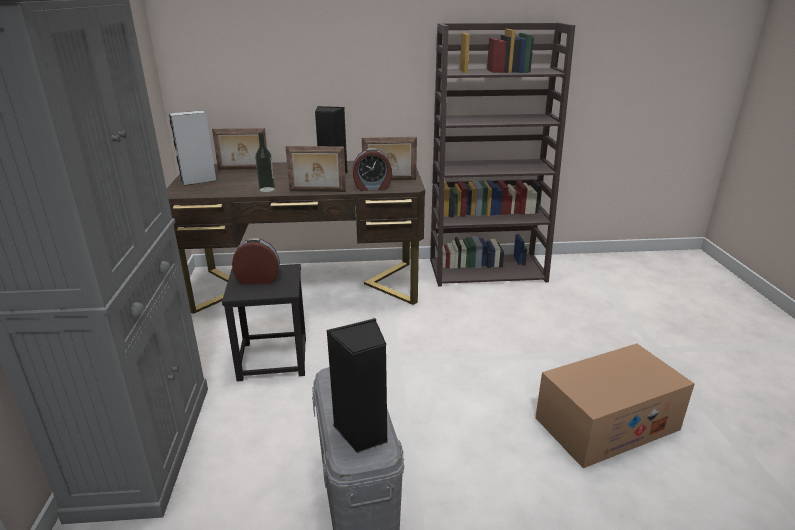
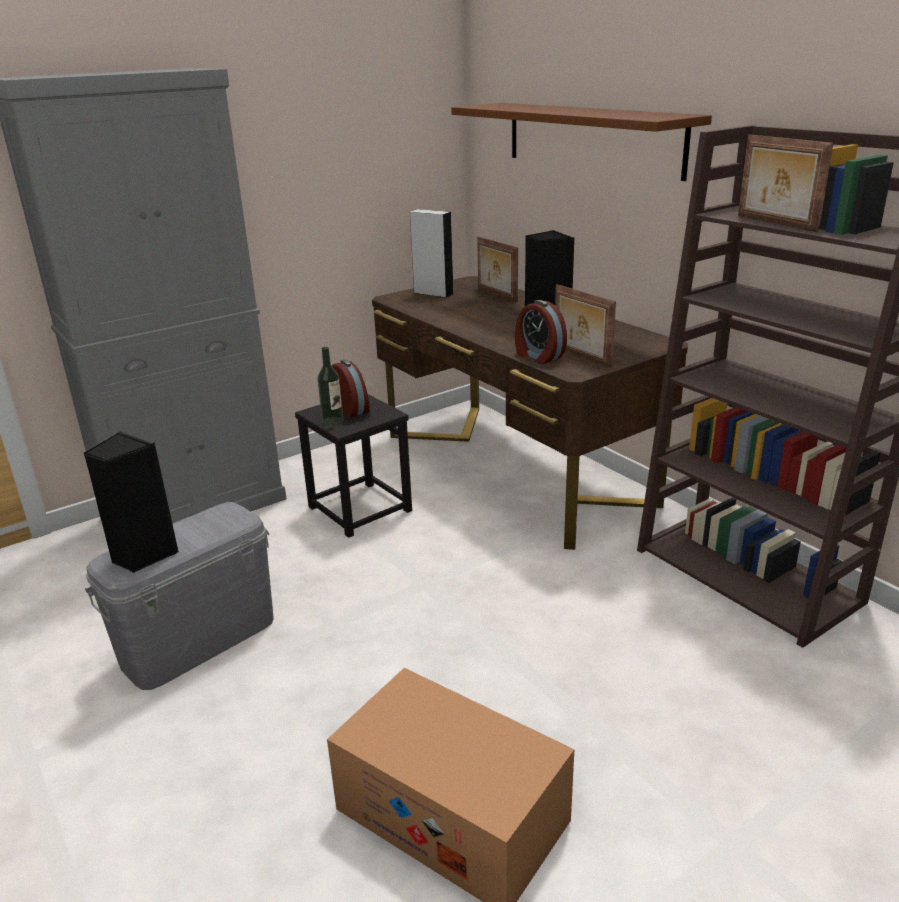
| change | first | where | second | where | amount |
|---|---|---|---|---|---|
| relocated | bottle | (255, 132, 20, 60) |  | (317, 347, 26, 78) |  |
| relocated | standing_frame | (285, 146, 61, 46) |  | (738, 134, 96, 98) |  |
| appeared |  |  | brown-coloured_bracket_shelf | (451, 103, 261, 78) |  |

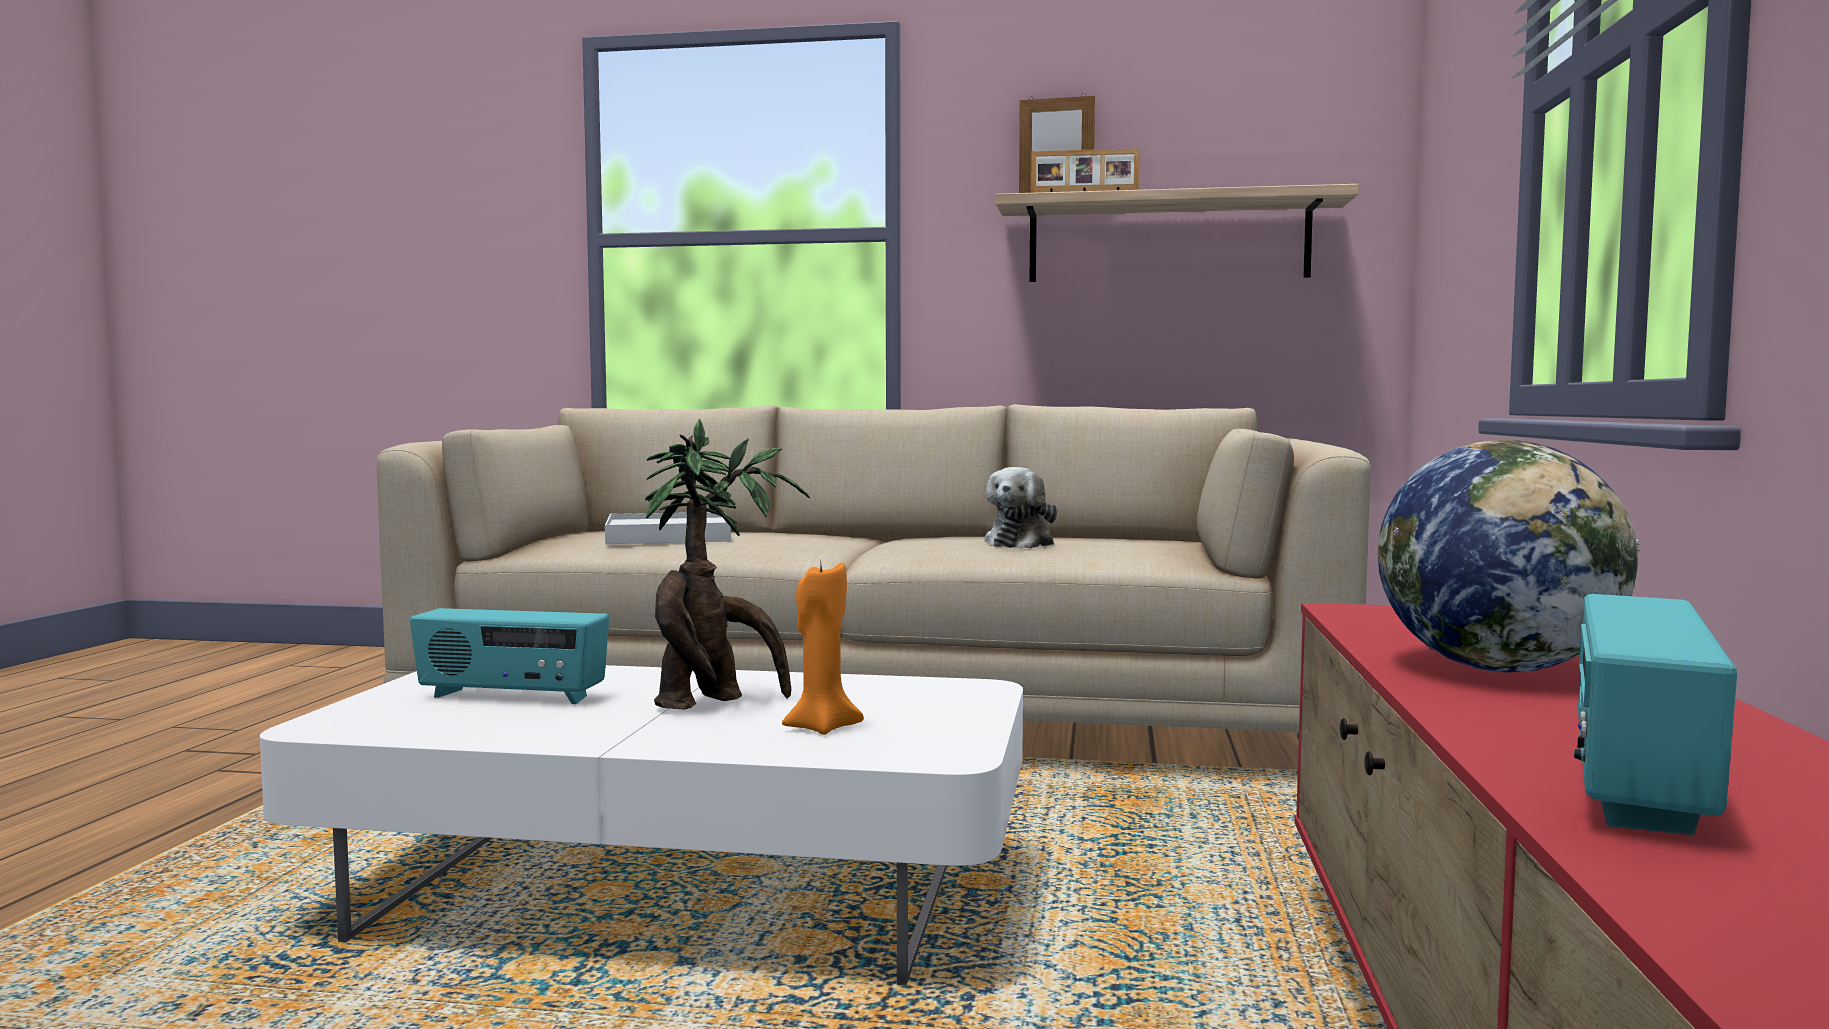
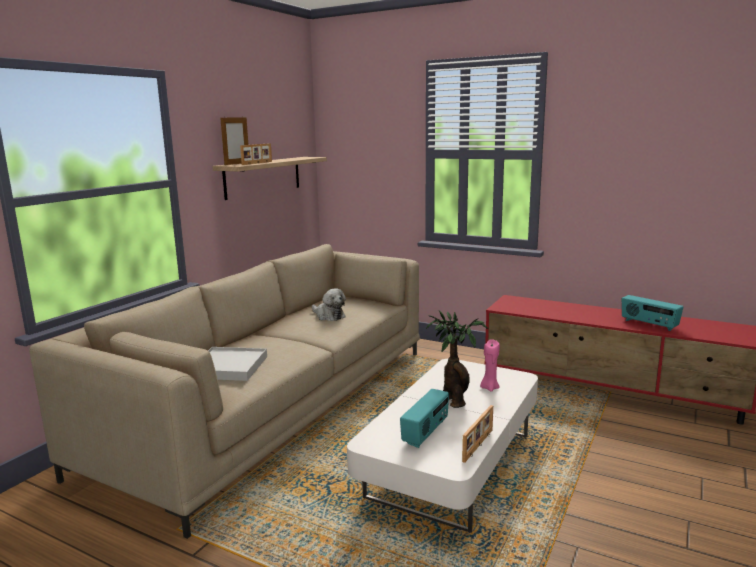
| change | first | where | second | where | amount |
|---|---|---|---|---|---|
| missing | world_globe | (1377, 440, 263, 233) |  |  |  |
| colour | orangey_wax_light | (782, 562, 82, 173) | pink-coloured_wax_light | (480, 339, 20, 53) |  |
| appeared |  |  | standing_frame | (462, 405, 31, 58) |  |

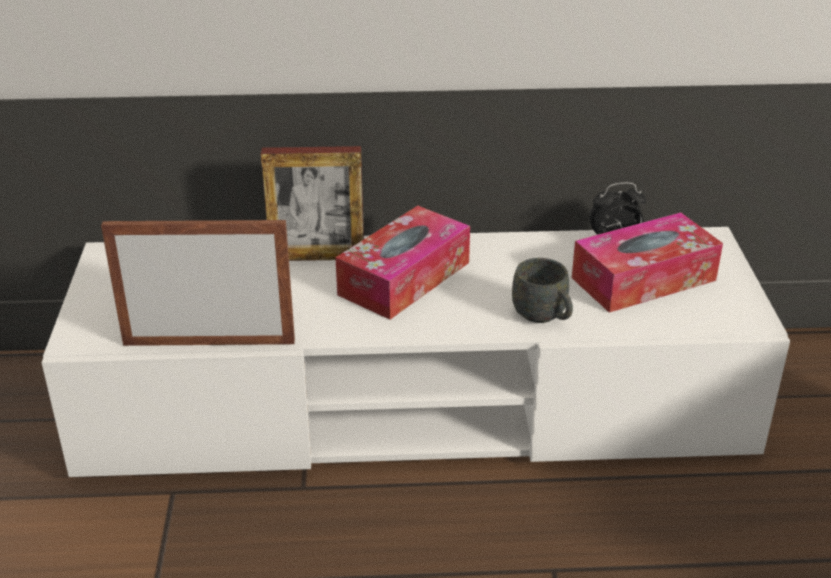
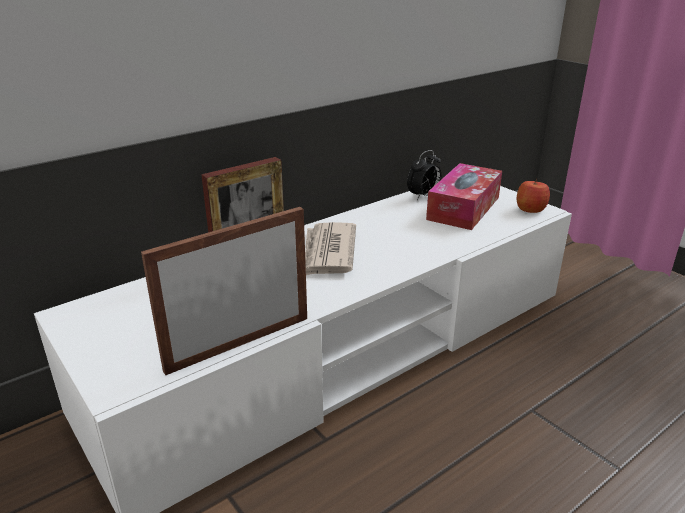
| change | first | where | second | where | amount |
|---|---|---|---|---|---|
| exchanged | box_of_tissues | (335, 206, 135, 114) | printed_paper | (305, 222, 51, 53) |  |
| missing | greyish_tea_mug | (512, 258, 61, 65) |  |  |  |
| appeared |  |  | apple_fruit | (517, 178, 33, 35) |  |

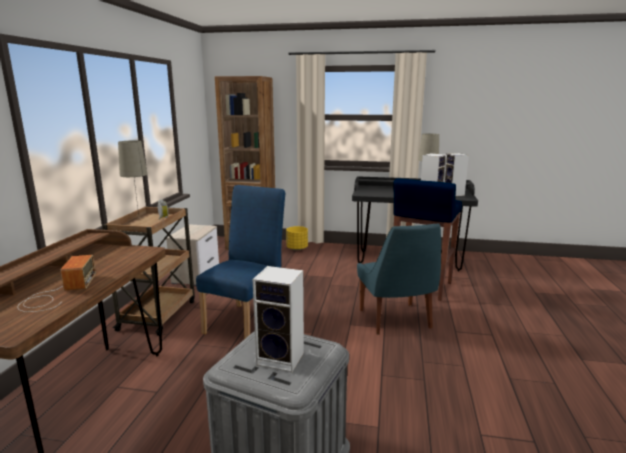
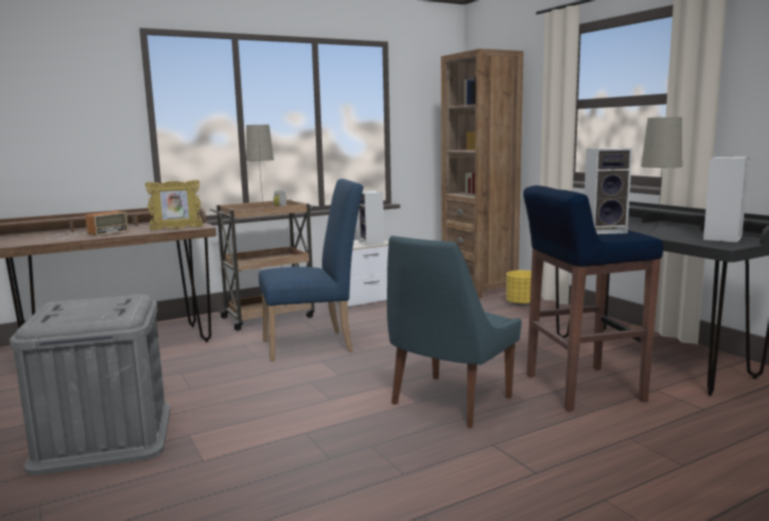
| change | first | where | second | where | amount |
|---|---|---|---|---|---|
| relocated | loudspeaker | (253, 266, 51, 106) |  | (358, 191, 26, 55) |  |
| appeared |  |  | standing_frame | (145, 180, 58, 50) |  |

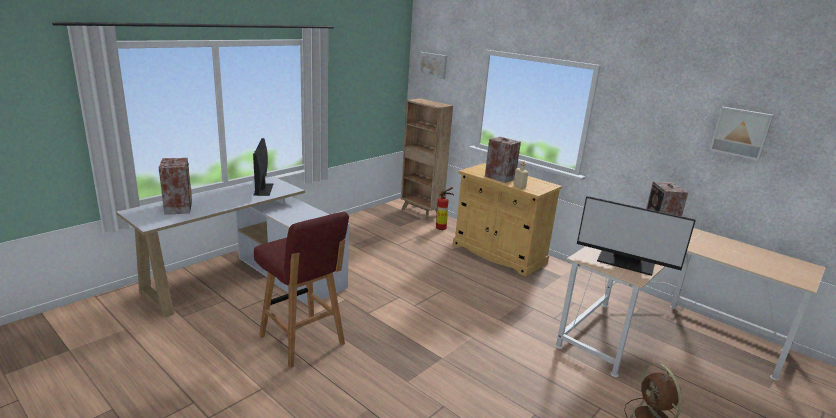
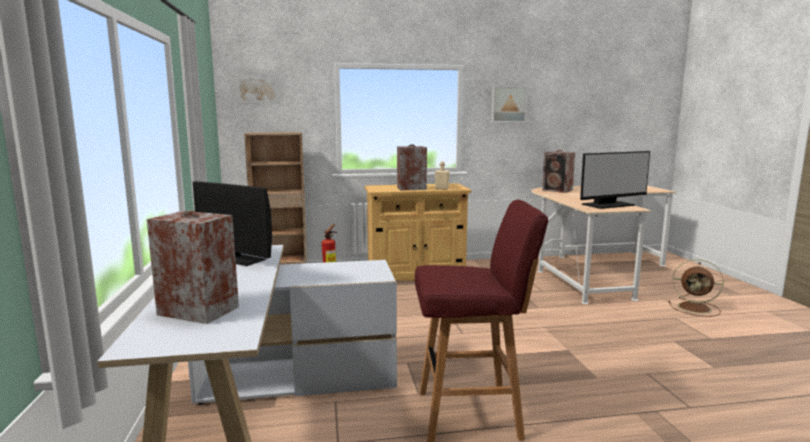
| change | first | where | second | where | amount |
|---|---|---|---|---|---|
| relocated | picture | (709, 107, 65, 53) |  | (491, 86, 37, 36) |  |

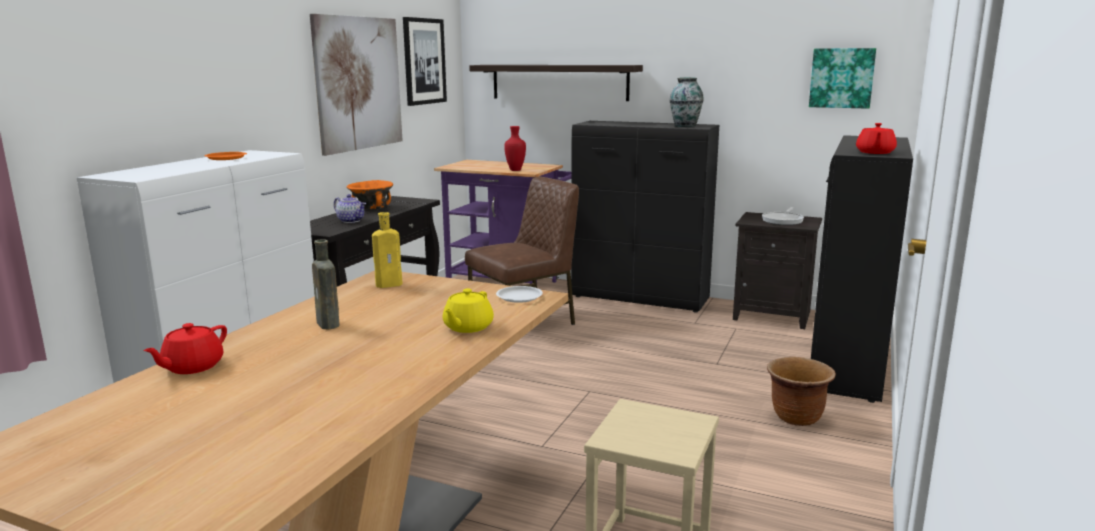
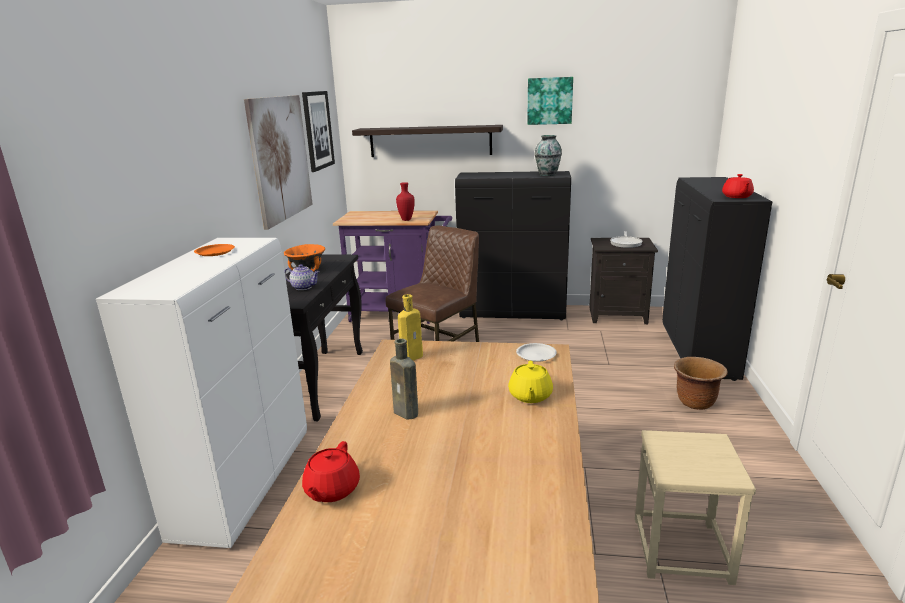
| change | first | where | second | where | amount |
|---|---|---|---|---|---|
| relocated | picture | (809, 48, 67, 61) |  | (527, 77, 46, 48) |  |

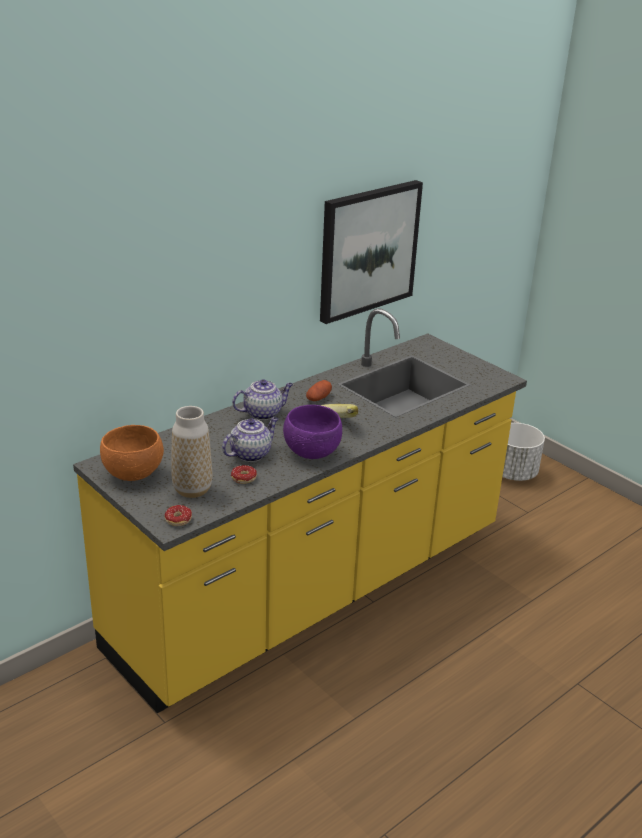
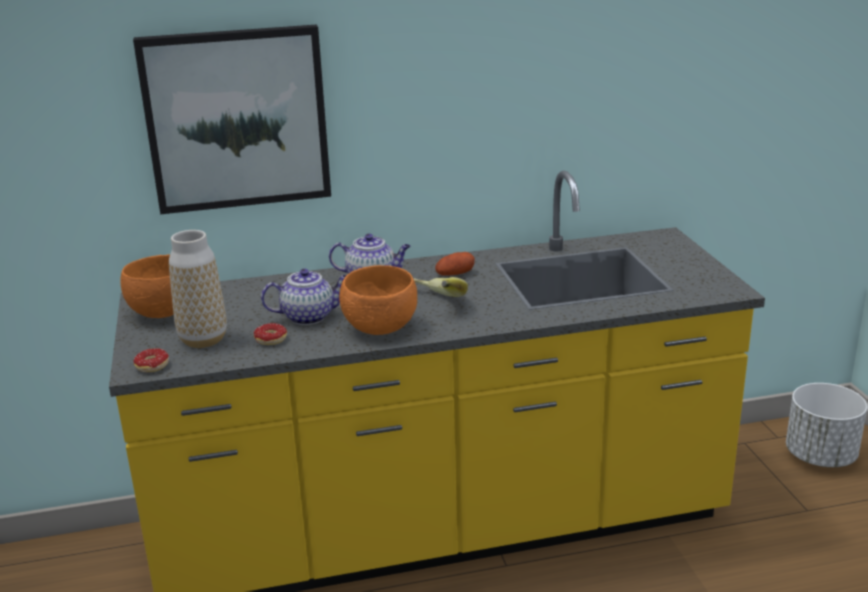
| change | first | where | second | where | amount |
|---|---|---|---|---|---|
| relocated | picture | (320, 180, 103, 144) |  | (133, 25, 198, 189) |  |
| colour | purplish_serving_bowl | (283, 405, 59, 54) | orangey_serving_bowl | (339, 265, 78, 70) |  |

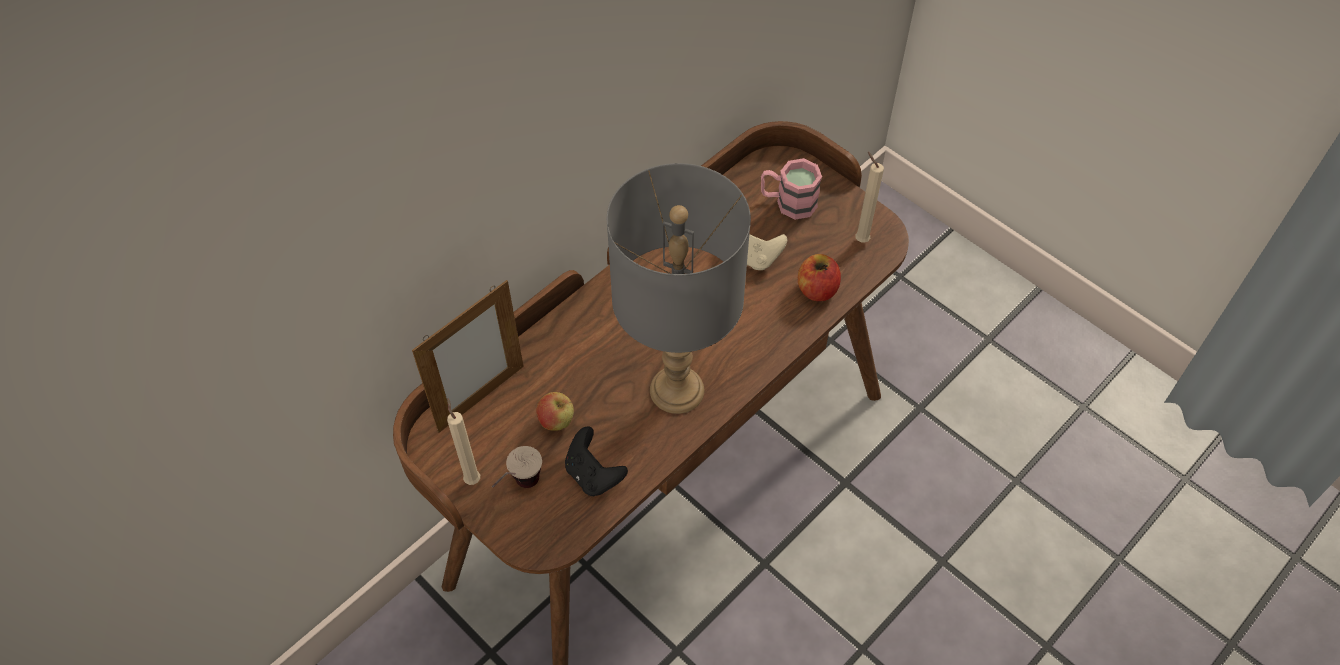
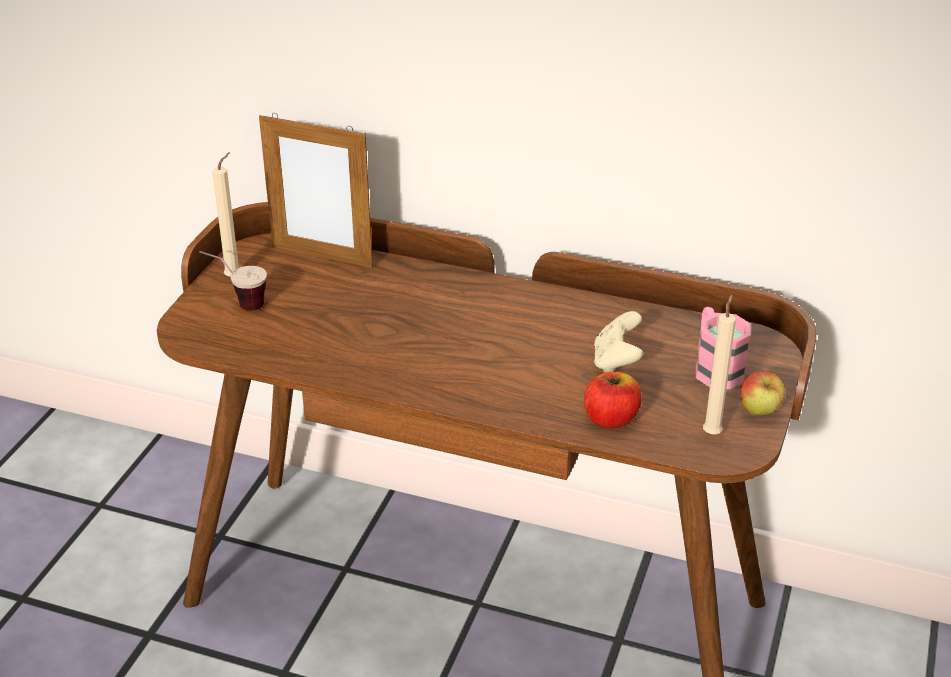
| change | first | where | second | where | amount |
|---|---|---|---|---|---|
| missing | greyish_tabletop_lamp | (607, 163, 144, 251) |  |  |  |
| relocated | apple_fruit | (536, 392, 38, 39) |  | (740, 371, 45, 44) |  |
| missing | black_game_controller | (565, 426, 63, 70) |  |  |  |

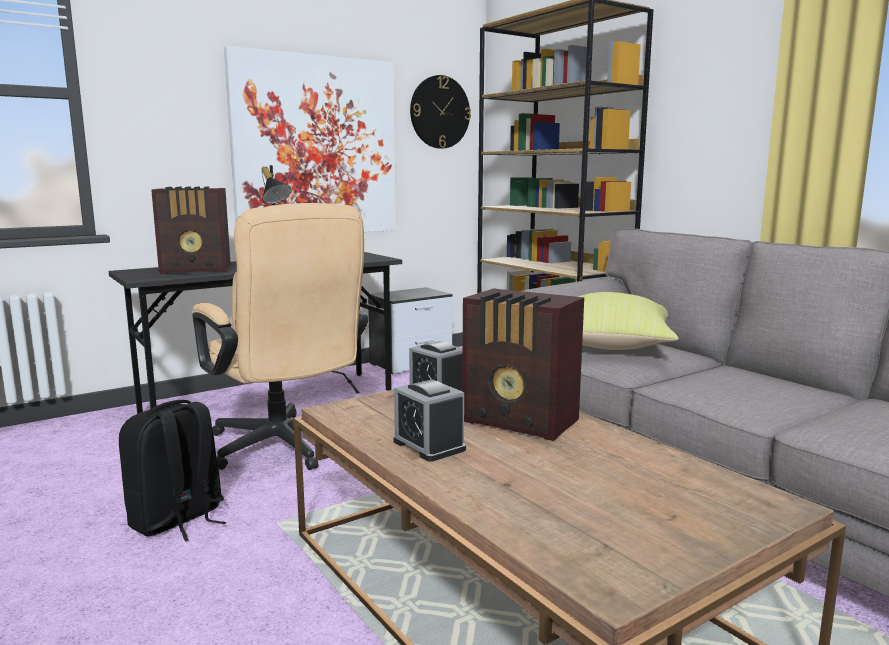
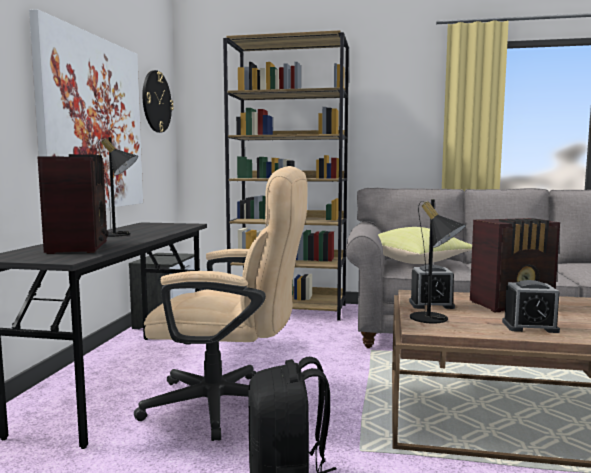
| change | first | where | second | where | amount |
|---|---|---|---|---|---|
| spun | radio | (151, 186, 80, 88) |  | (38, 154, 71, 100) | 45 degrees counterclockwise |
| appeared |  |  | black_tabletop_lamp | (410, 199, 56, 125) |  |

